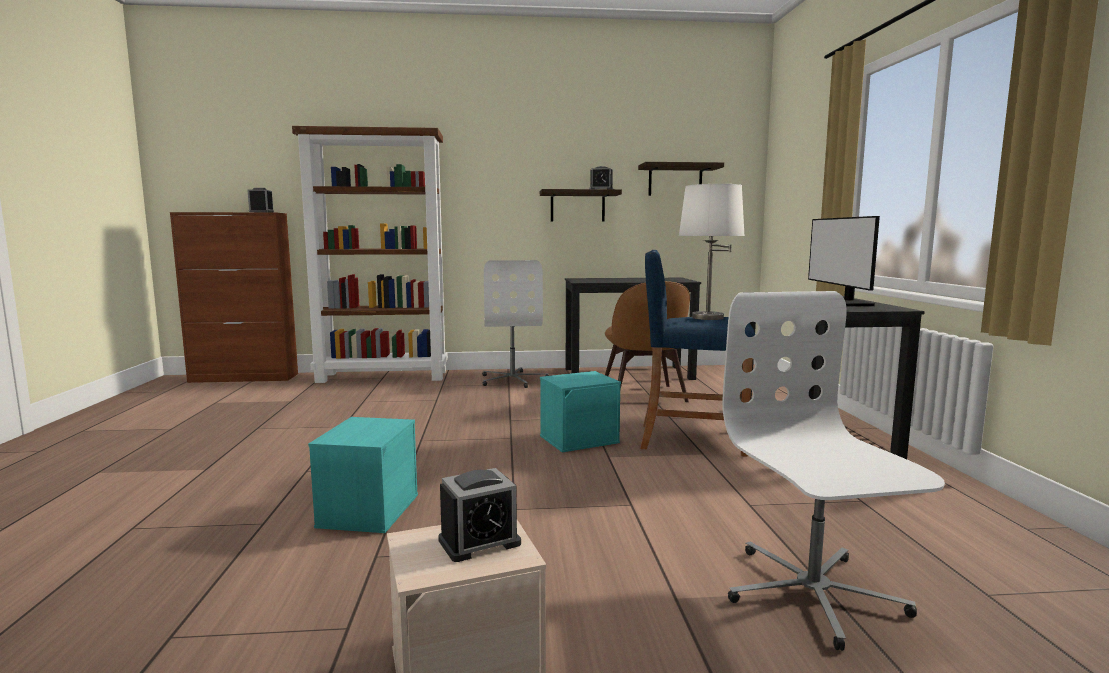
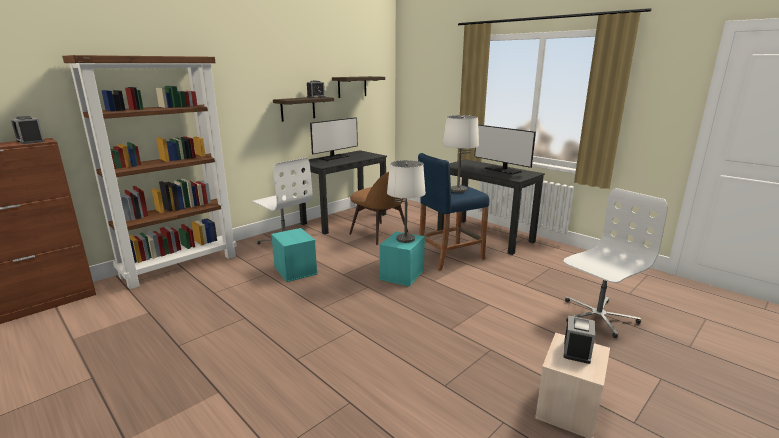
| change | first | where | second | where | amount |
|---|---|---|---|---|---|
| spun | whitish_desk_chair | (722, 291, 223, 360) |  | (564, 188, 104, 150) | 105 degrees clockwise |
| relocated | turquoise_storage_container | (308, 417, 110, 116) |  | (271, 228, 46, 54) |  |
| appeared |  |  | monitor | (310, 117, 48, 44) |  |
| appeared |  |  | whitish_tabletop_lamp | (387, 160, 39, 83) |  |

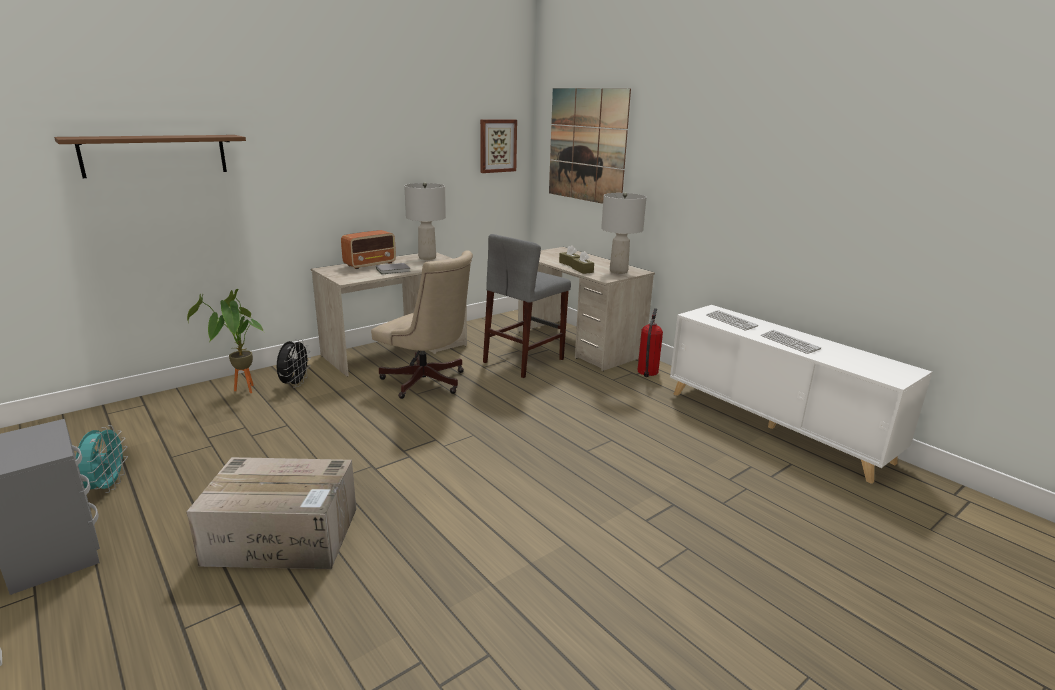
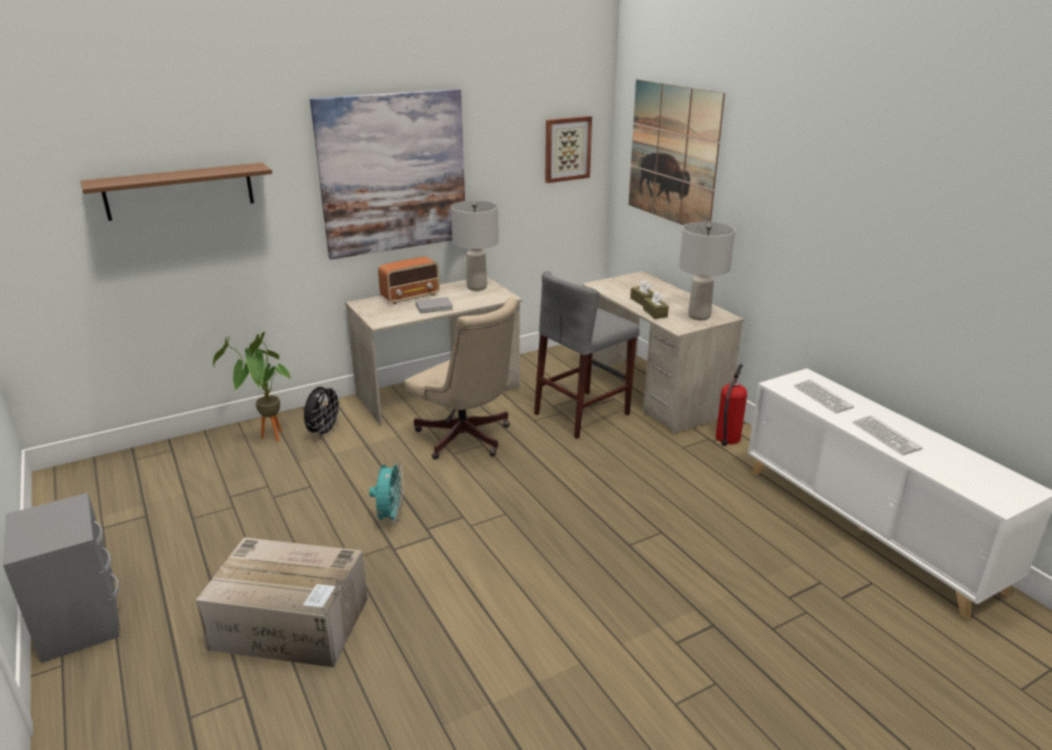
| change | first | where | second | where | amount |
|---|---|---|---|---|---|
| relocated | turquoise_electric_fan | (76, 425, 52, 68) |  | (369, 461, 35, 63) |  |
| appeared |  |  | picture | (310, 89, 155, 171) |  |

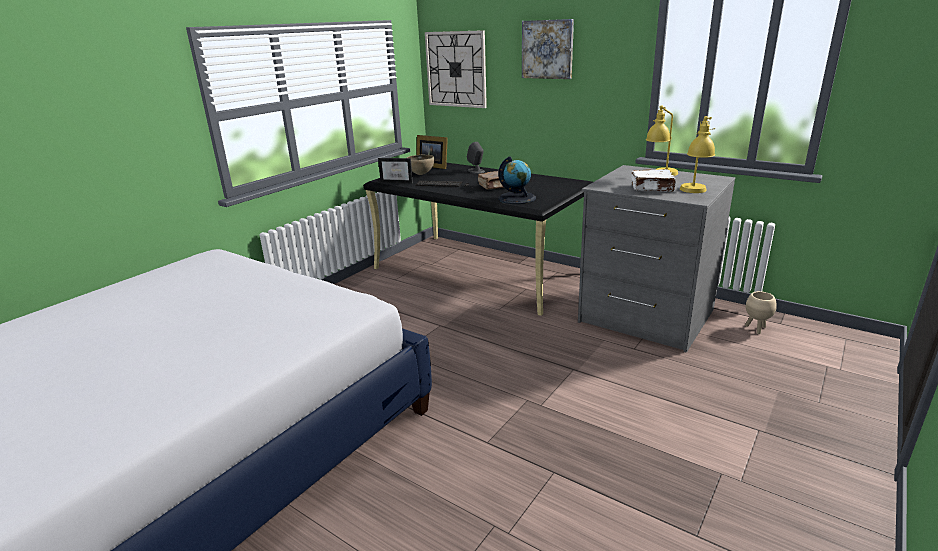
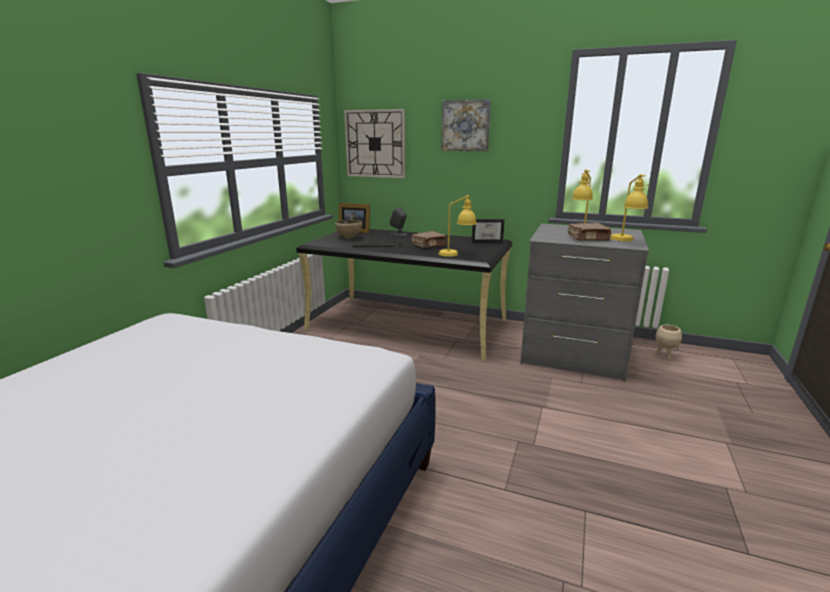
| change | first | where | second | where | amount |
|---|---|---|---|---|---|
| exchanged | world_globe | (498, 156, 38, 48) | yellow_tabletop_lamp | (439, 195, 38, 62) |  |
| relocated | standing_frame | (378, 158, 35, 25) |  | (472, 219, 33, 24) |  |
| colour | whitish_book | (631, 169, 45, 23) | brown-coloured_book | (568, 223, 44, 18) |  |

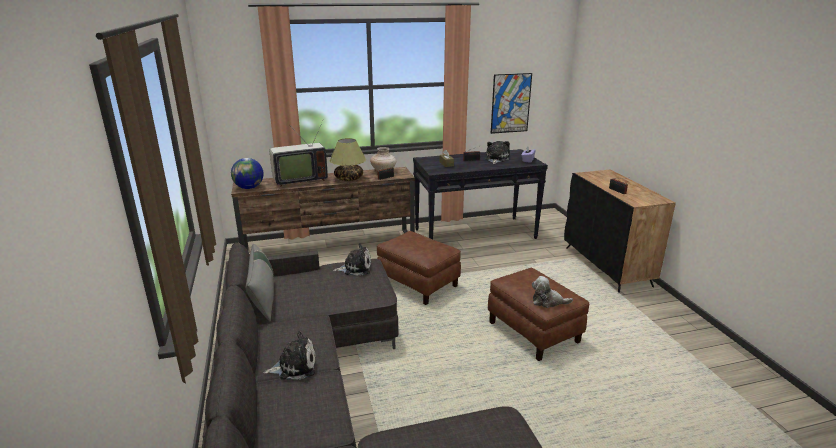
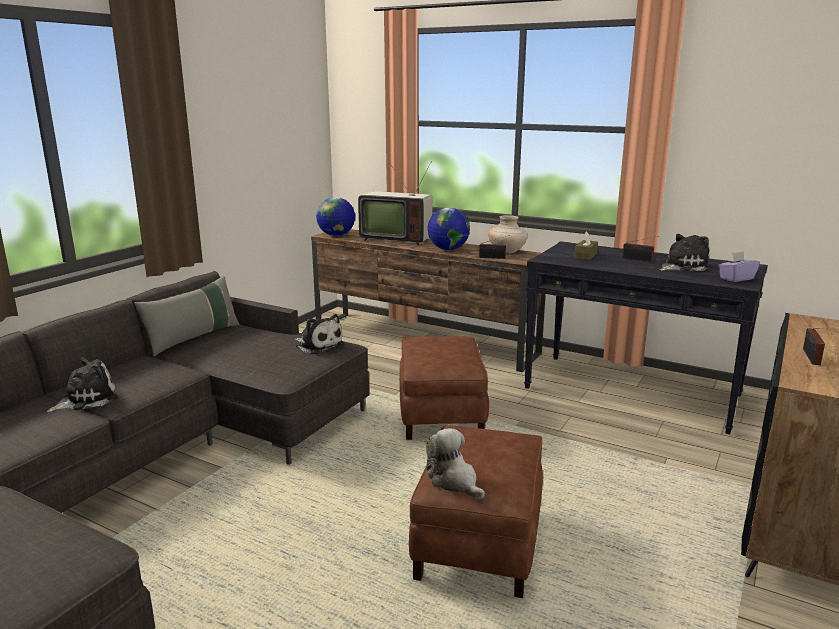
| change | first | where | second | where | amount |
|---|---|---|---|---|---|
| missing | picture | (491, 73, 41, 61) |  |  |  |
| exchanged | tabletop_lamp | (330, 138, 36, 43) | world_globe | (428, 208, 42, 42) |  |
| spun | soft_toy | (264, 331, 52, 49) |  | (47, 357, 71, 55) | 75 degrees counterclockwise |

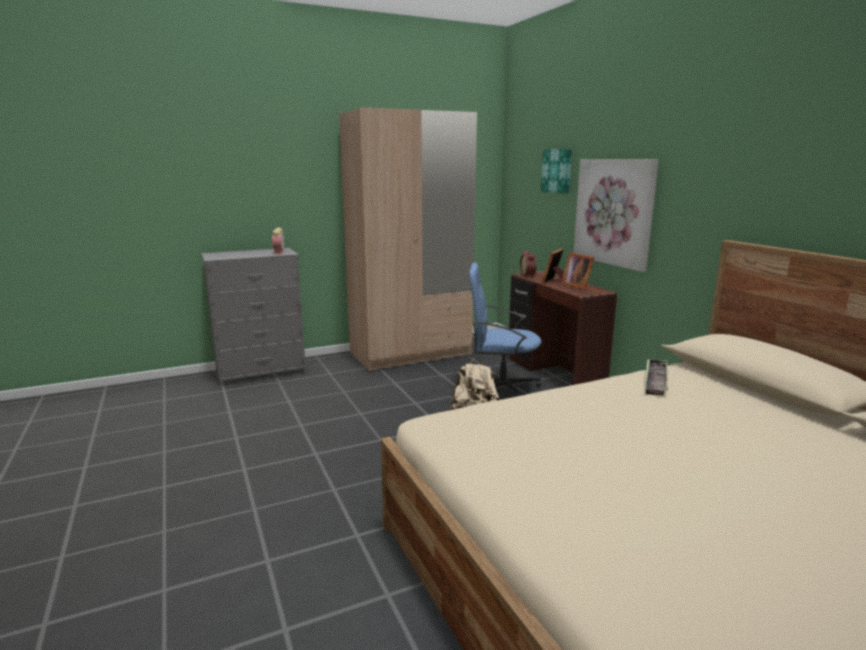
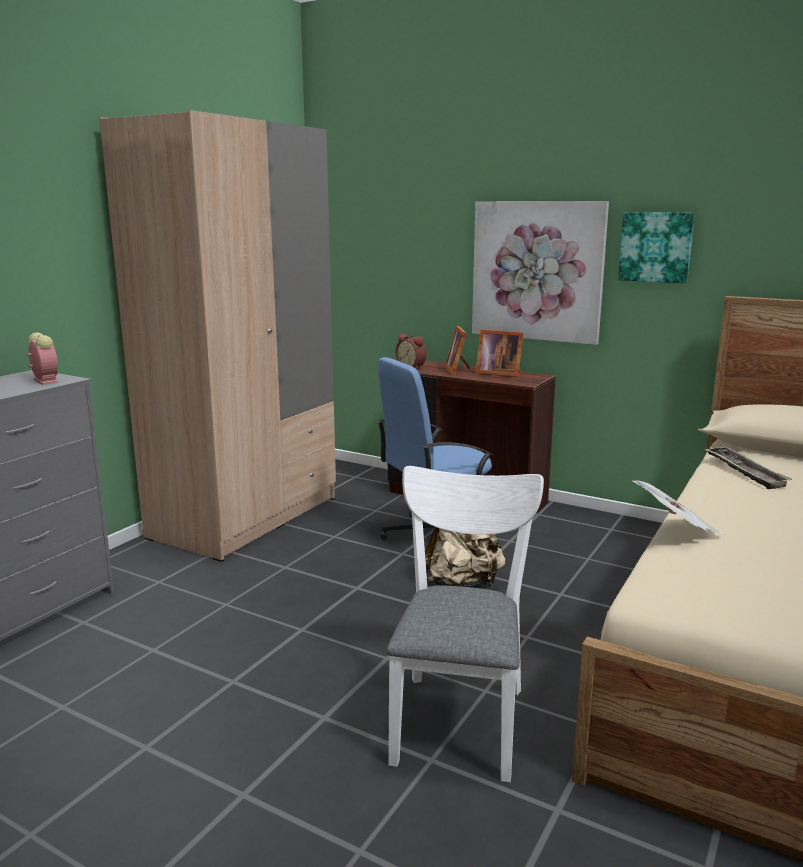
| change | first | where | second | where | amount |
|---|---|---|---|---|---|
| relocated | picture | (541, 149, 31, 44) |  | (618, 212, 77, 71) |  |
| appeared |  |  | whitish_upright_chair | (386, 466, 158, 316) |  |
| appeared |  |  | printed_paper | (633, 480, 93, 55) |  |

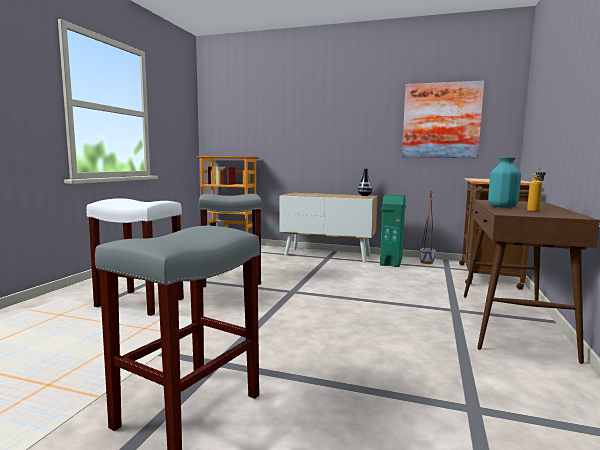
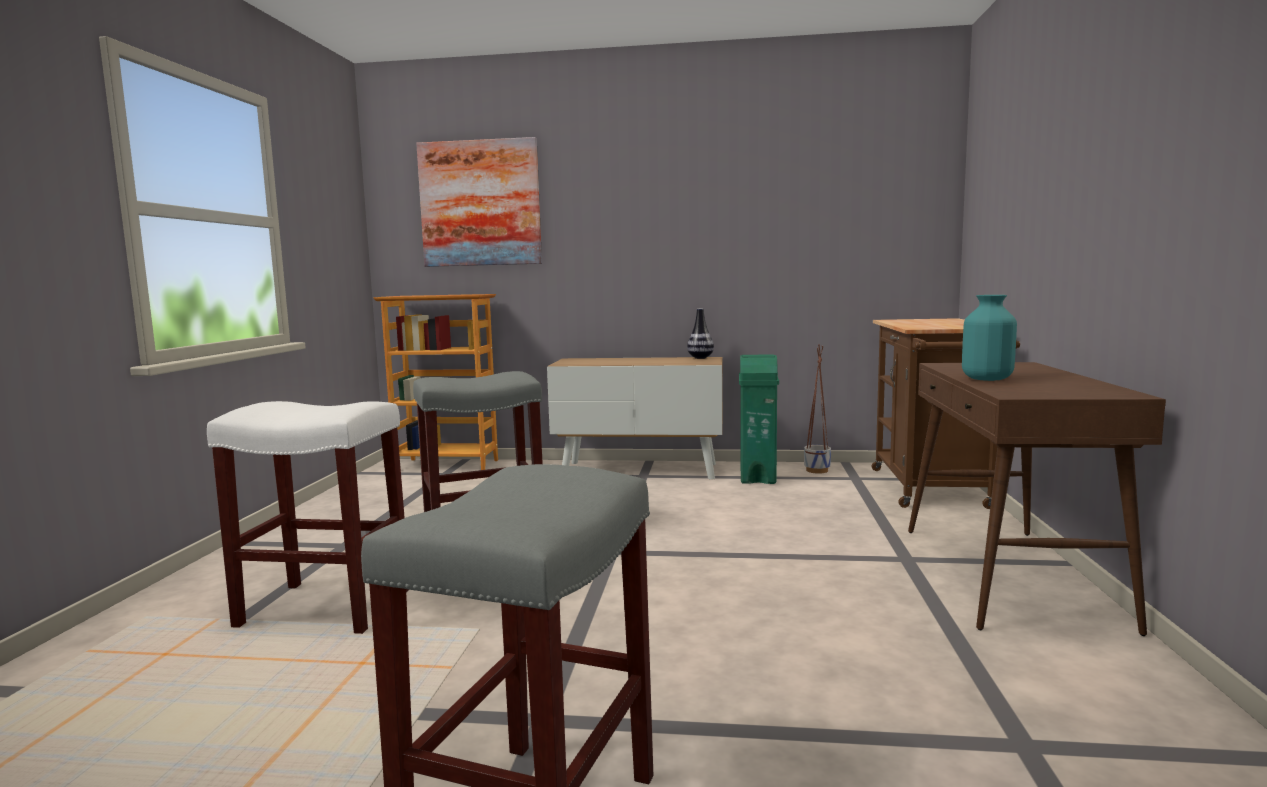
| change | first | where | second | where | amount |
|---|---|---|---|---|---|
| relocated | picture | (402, 81, 82, 77) |  | (416, 137, 126, 130) |  |
| missing | bottle | (527, 167, 19, 45) |  |  |  |

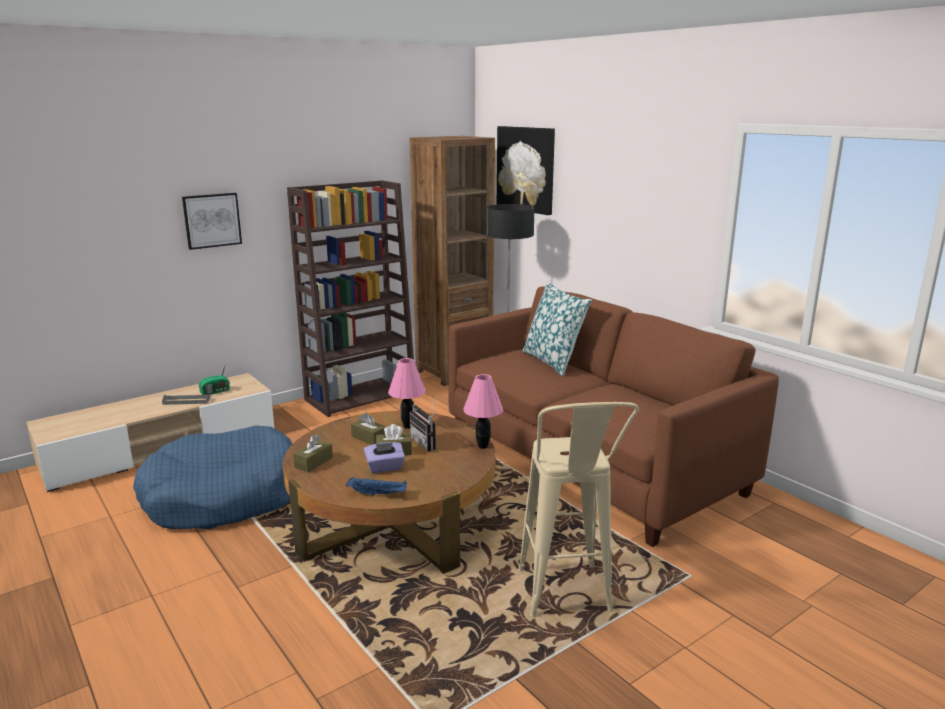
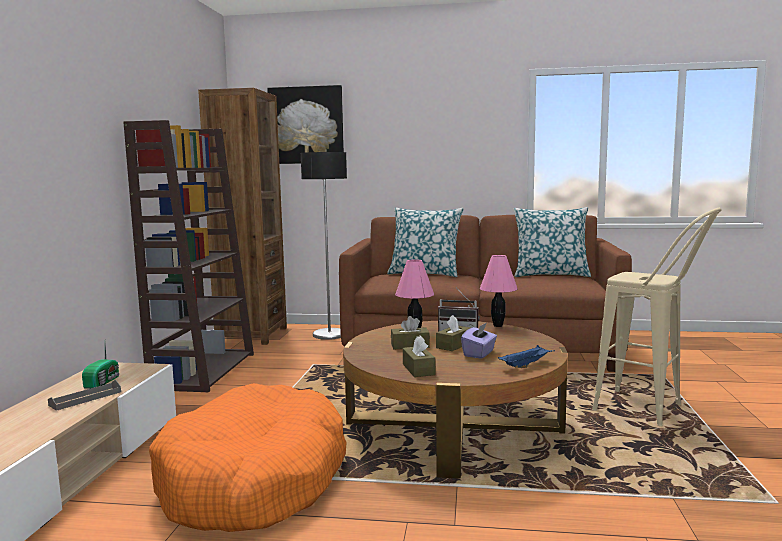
| change | first | where | second | where | amount |
|---|---|---|---|---|---|
| missing | picture | (182, 193, 60, 57) |  |  |  |
| colour | bluish_dog_bed | (133, 426, 159, 103) | orangey_dog_bed | (149, 383, 197, 149) |  |
| appeared |  |  | cushion | (513, 207, 78, 70) |  |

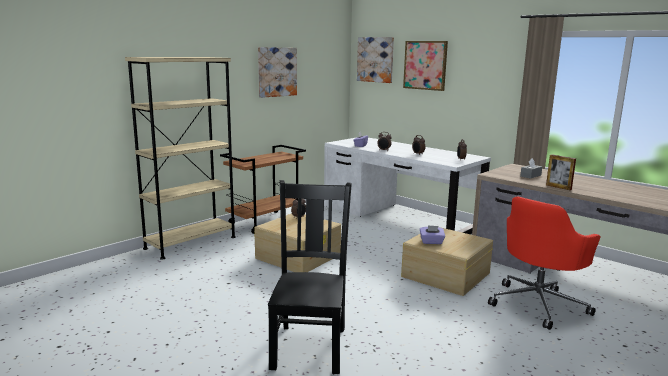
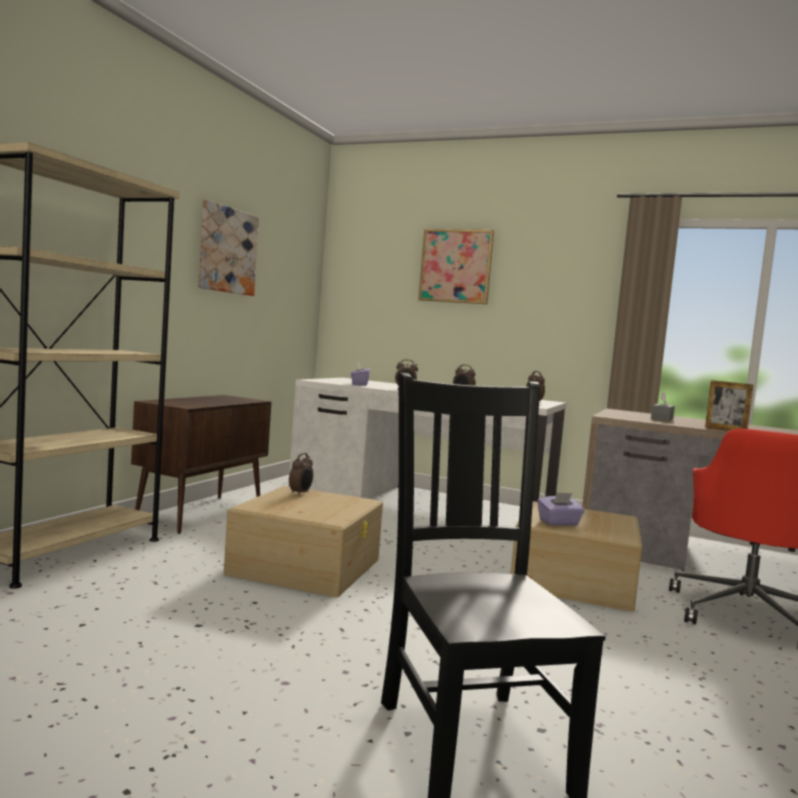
| change | first | where | second | where | amount |
|---|---|---|---|---|---|
| missing | picture | (357, 37, 37, 46) |  |  |  |
| exchanged | brown-coloured_wheeled_cart | (220, 145, 86, 89) | brown-coloured_storage_cabinet | (131, 395, 141, 139) |  |

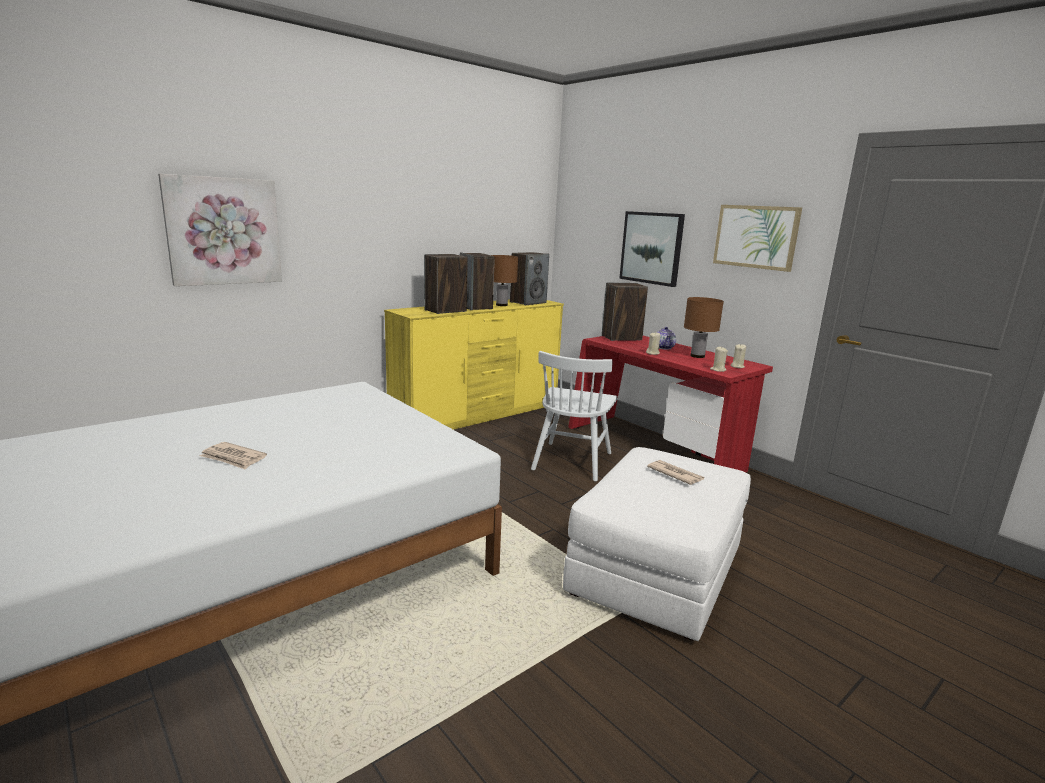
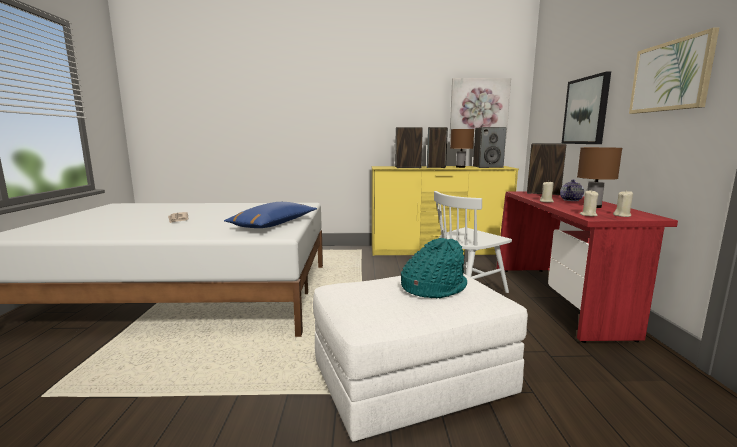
| change | first | where | second | where | amount |
|---|---|---|---|---|---|
| relocated | picture | (158, 174, 124, 112) |  | (449, 78, 62, 60) |  |
| exchanged | printed_paper | (647, 460, 57, 25) | turquoise_clothing_hat | (401, 238, 66, 60) |  |
| appeared |  |  | bluish_cushion | (224, 202, 93, 26) |  |

